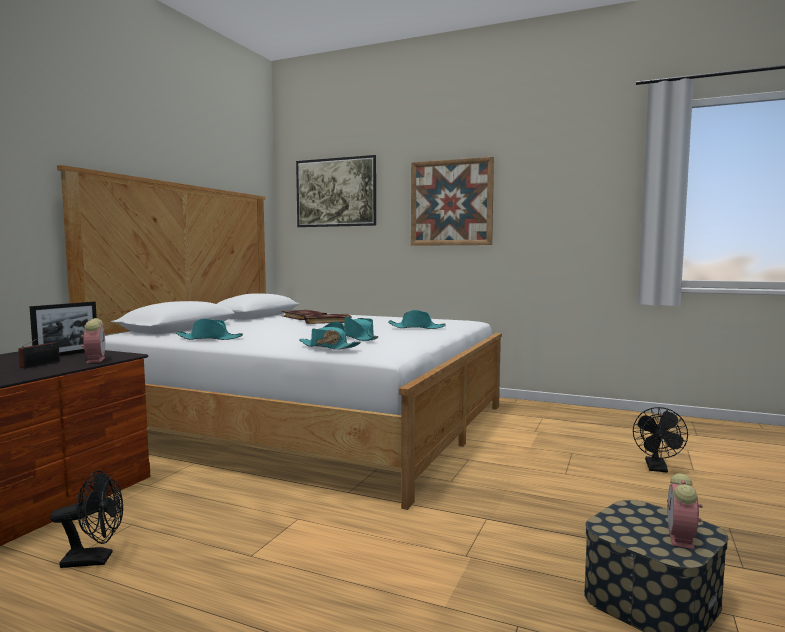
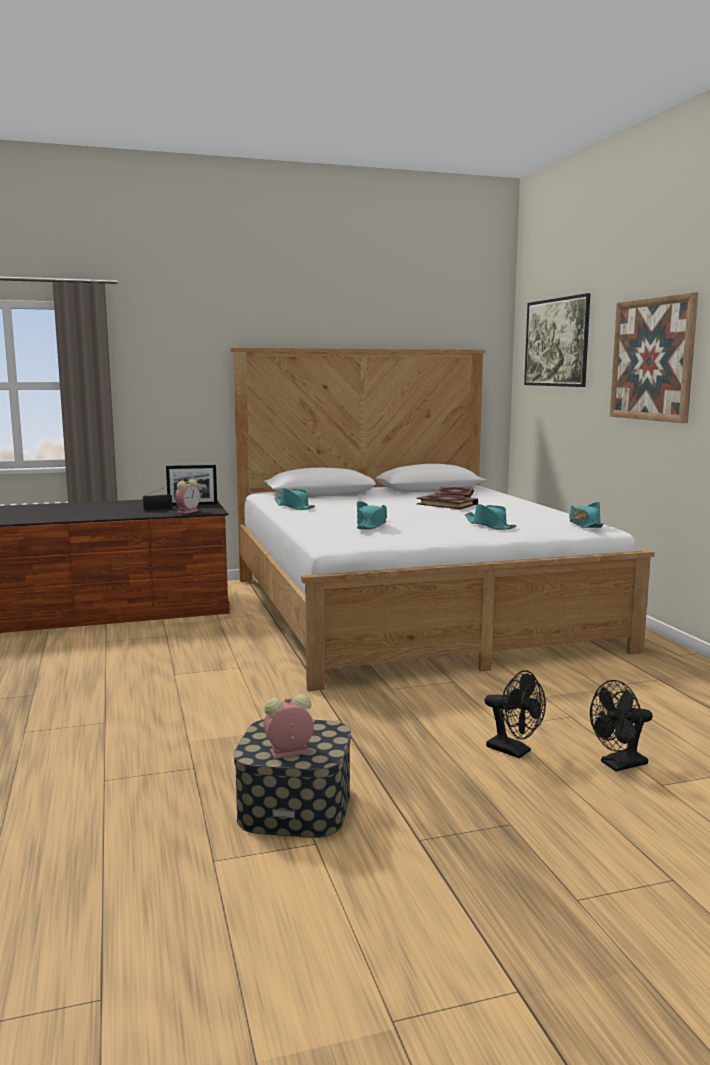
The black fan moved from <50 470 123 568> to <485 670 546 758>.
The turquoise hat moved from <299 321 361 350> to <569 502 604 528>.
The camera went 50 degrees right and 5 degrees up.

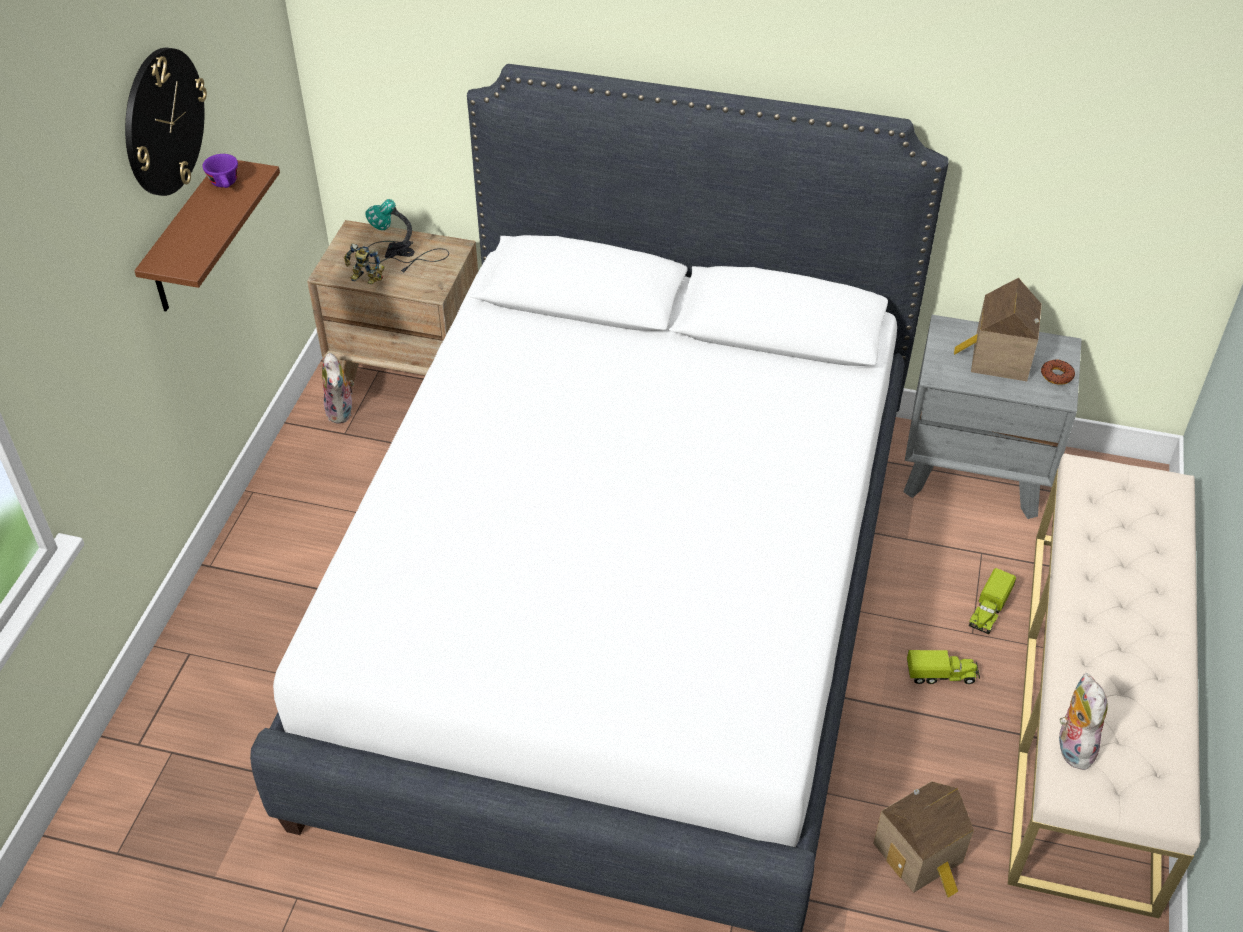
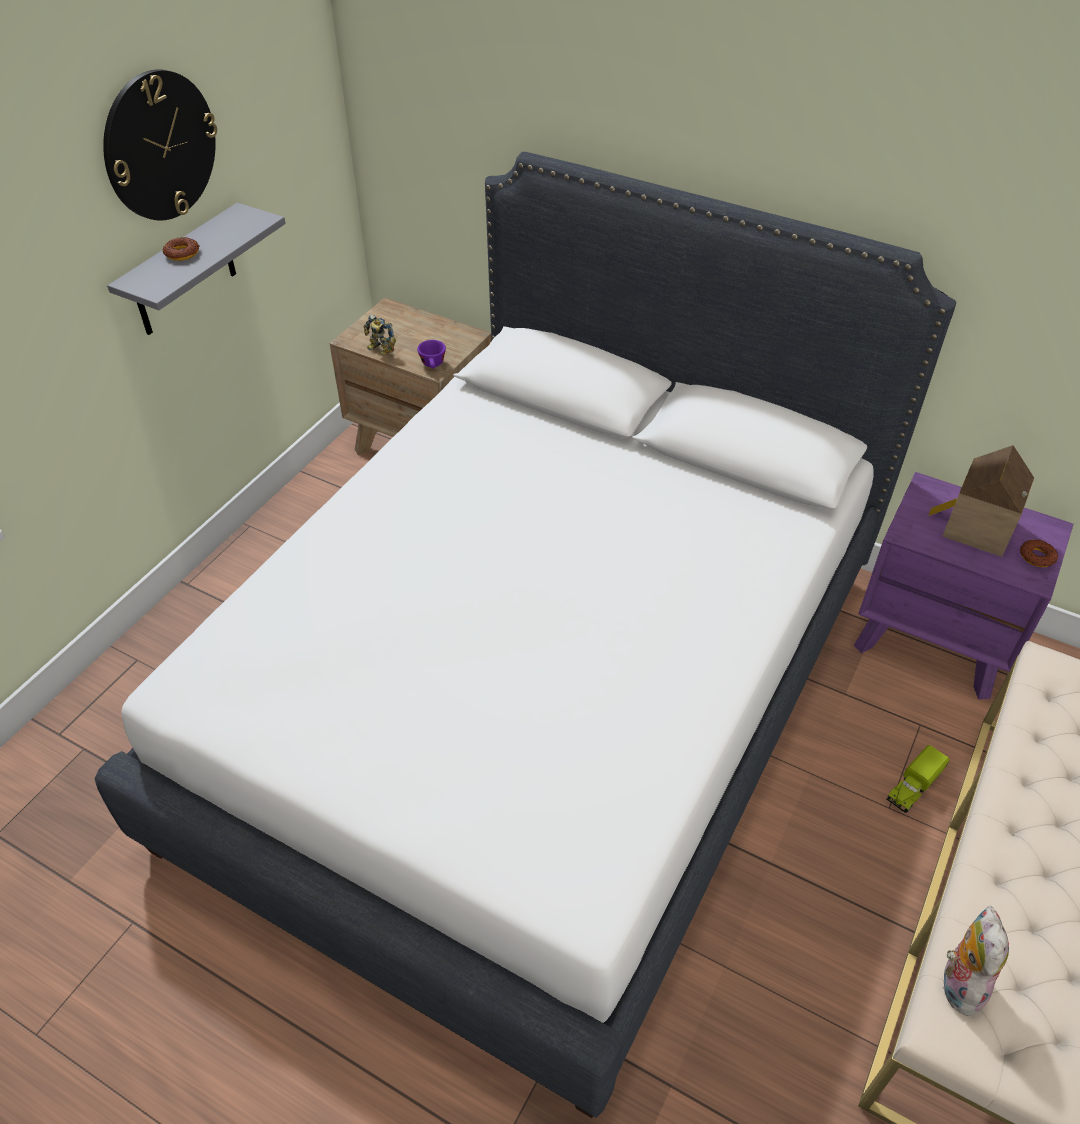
The plush toy at <322 353 354 424> disappeared.
The table lamp at <365 199 449 274> disappeared.
The toy house at <873 781 974 898> disappeared.
The toy truck at <907 650 980 684> disappeared.
The donut at <163 237 200 261> appeared.
The purple cup moved from <203 154 238 188> to <417 340 446 368>.
The brown shelf at <134 160 280 311> became the grey shelf at <107 203 286 335>.
The grey nightstand at <903 315 1082 519> became the purple nightstand at <854 472 1074 699>.
The camera went 15 degrees right and 0 degrees up.

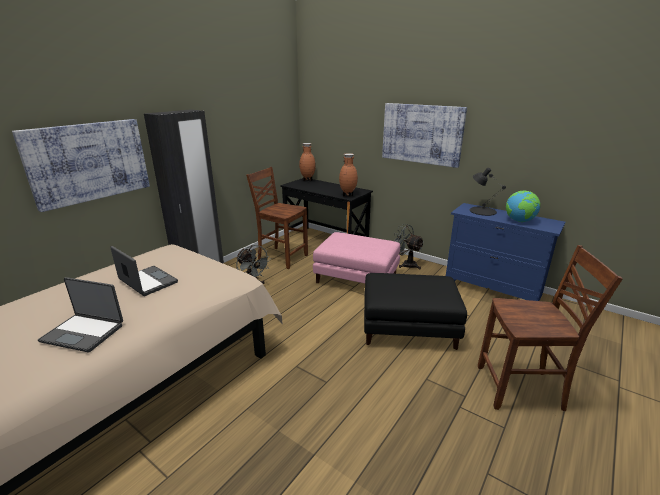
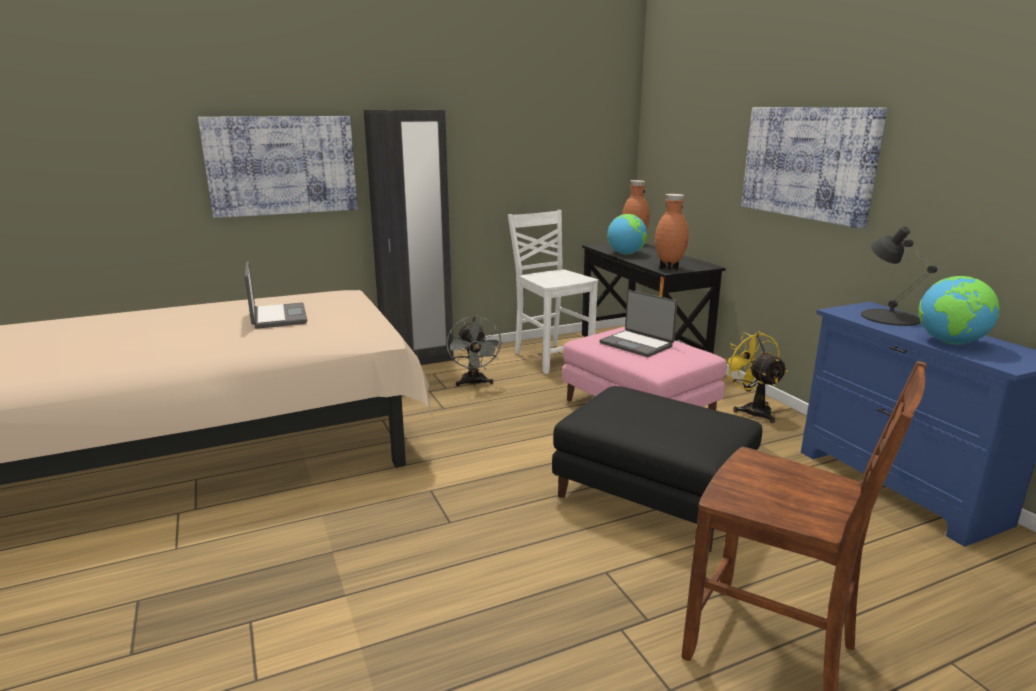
The globe at <607 214 647 255> appeared.
The laptop moved from <38 277 123 352> to <600 290 678 357>.
The brown chair at <246 167 308 269> became the white chair at <508 210 598 374>.
The grey fan at <394 224 424 269> became the yellow fan at <724 331 788 423>.
The camera went 30 degrees right and 5 degrees down.

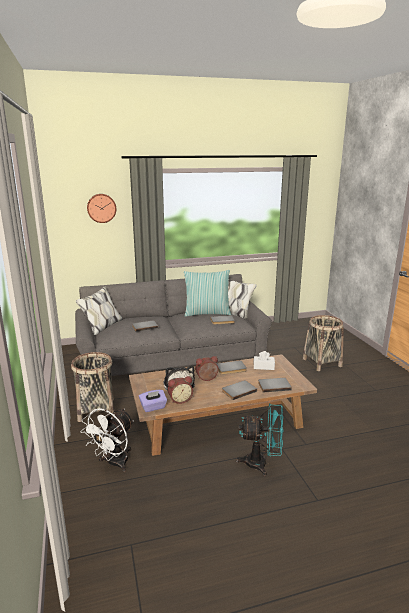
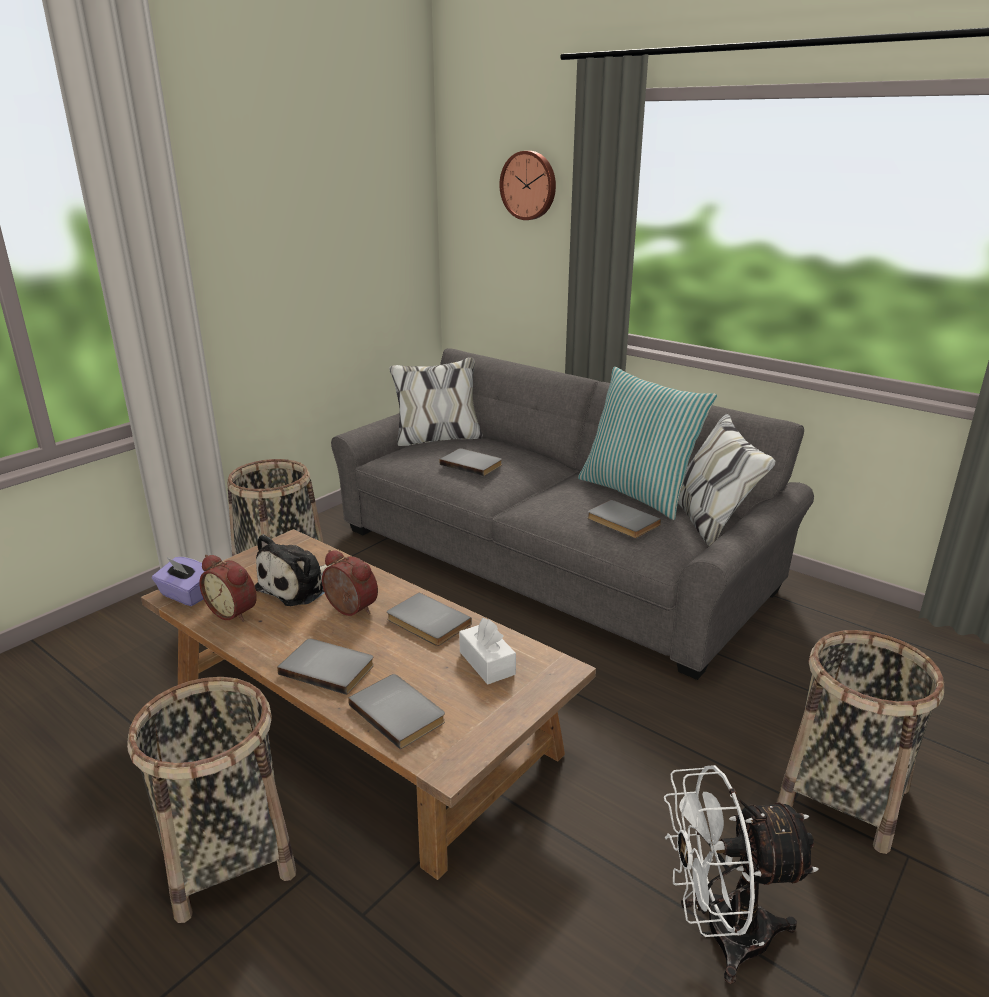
The white fan moved from <81 408 134 472> to <664 765 819 984>.
The turquoise fan at <236 403 284 476> was replaced by the basket at <127 677 296 923>.
The camera went 55 degrees right and 5 degrees up.

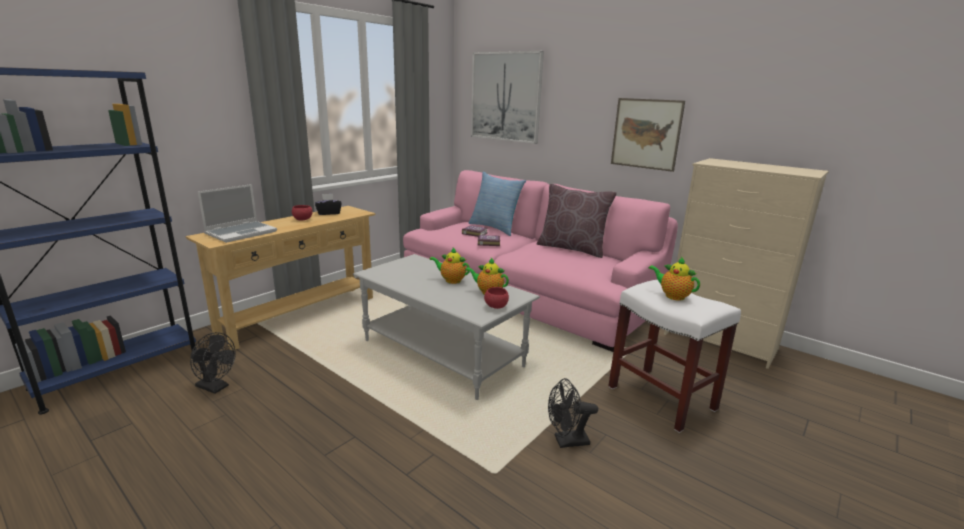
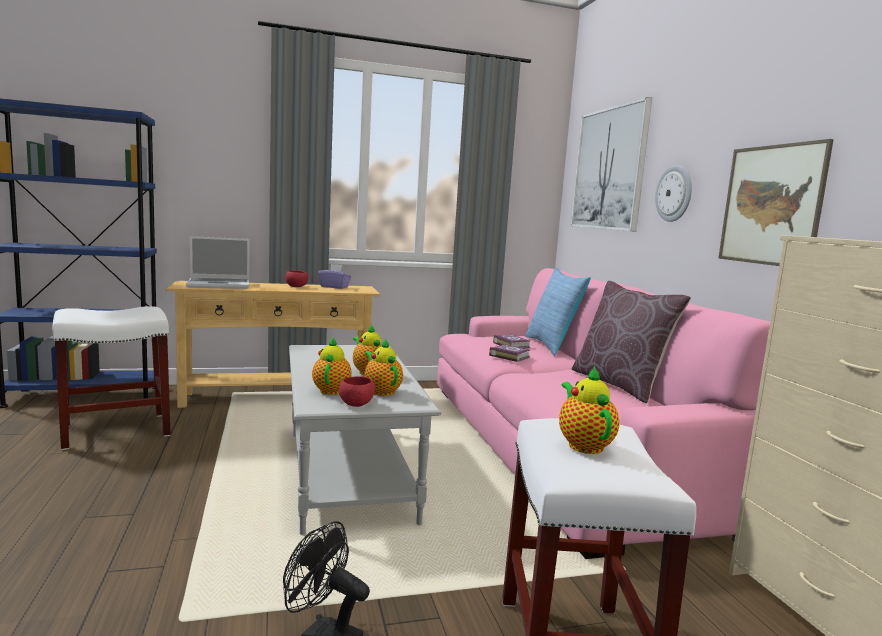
The teapot at <312 337 351 395> appeared.
The wall clock at <655 165 692 222> appeared.
The black fan at <190 332 236 394> was replaced by the white stool at <53 306 171 450>.
The black tissue box at <315 194 342 215> became the purple tissue box at <318 264 351 289>.
The camera went 35 degrees right and 10 degrees down.

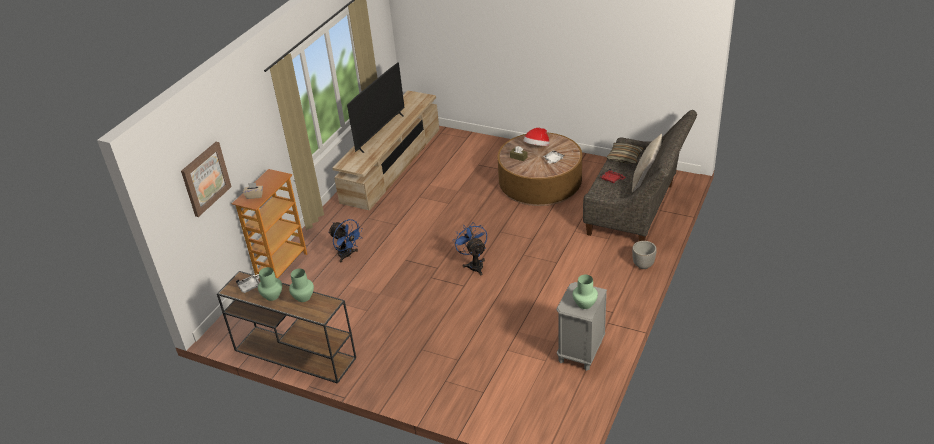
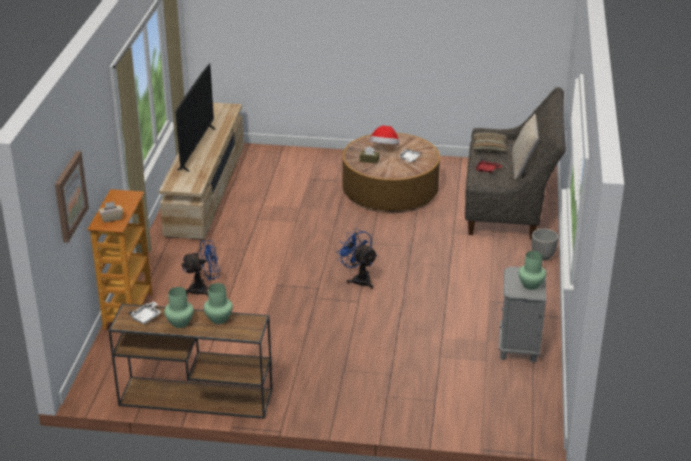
The blue fan at <328 219 363 262> turned 45 degrees counterclockwise.
The camera went 20 degrees left and 5 degrees down.

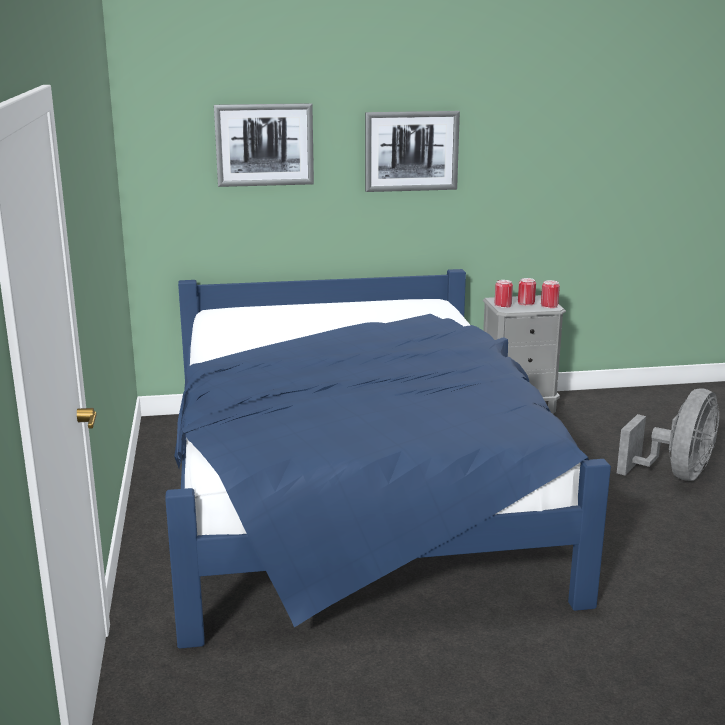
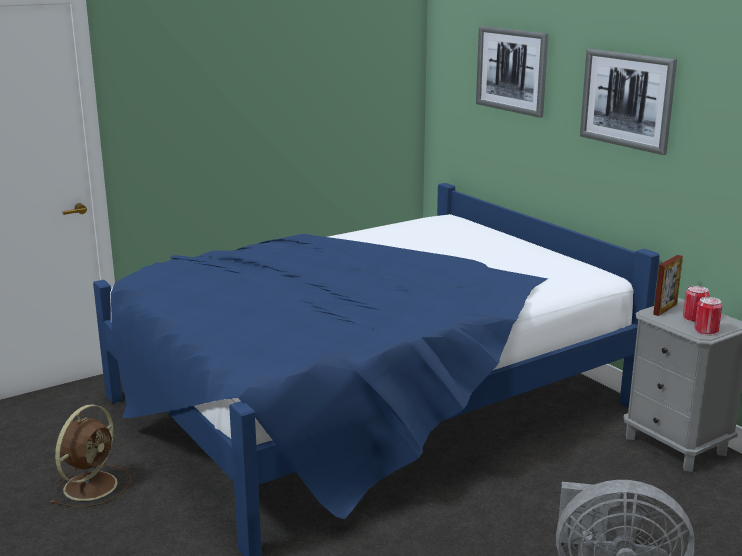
The brown fan at <51 404 131 507> appeared.
The can at <495 280 513 308> was replaced by the picture frame at <653 255 683 316>.
The camera went 65 degrees right and 0 degrees up.

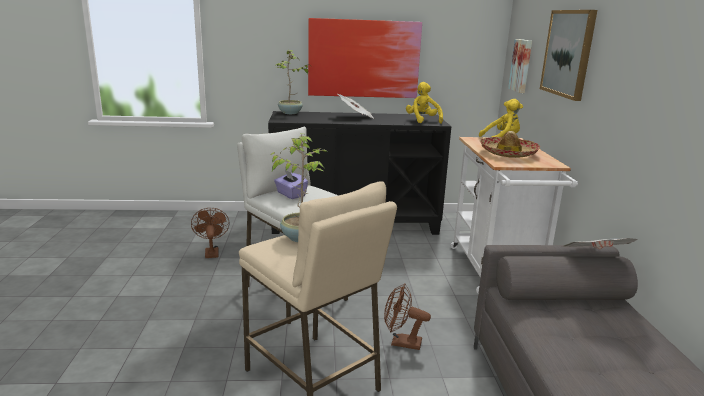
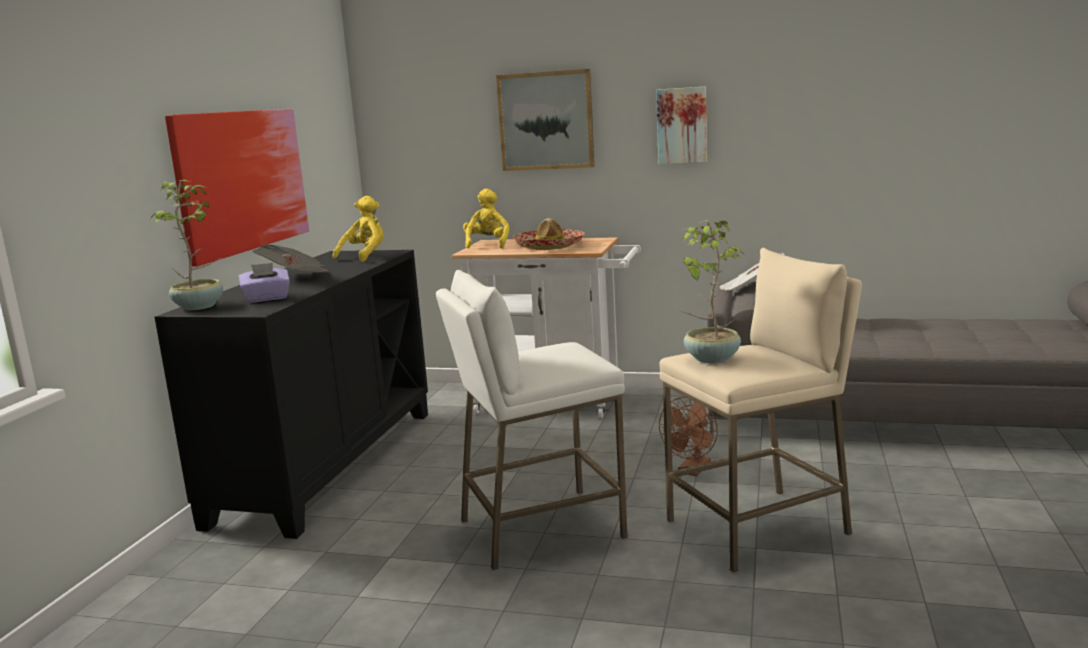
The brown fan at <191 208 230 258> disappeared.
The purple tissue box moved from <274 170 308 199> to <239 263 290 303>.
The picture moved from <508 39 532 93> to <656 86 707 164>.
The yellow plush toy at <406 82 443 124> turned 120 degrees clockwise.
The camera went 70 degrees left and 5 degrees down.

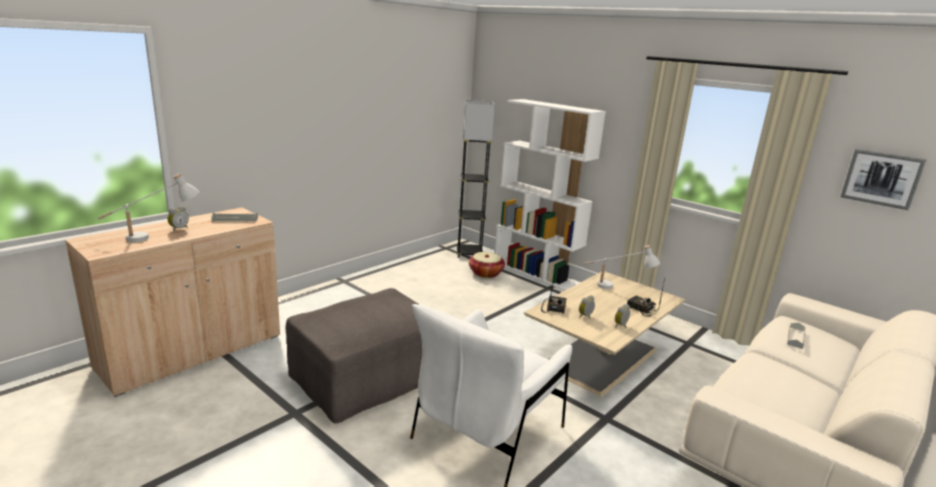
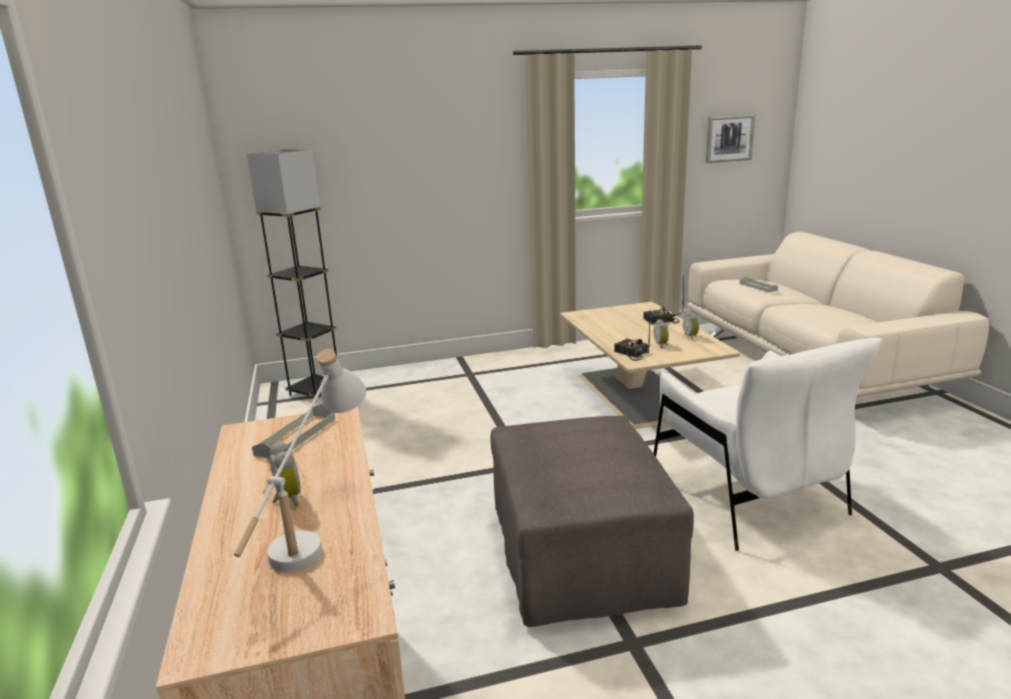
The basket at <469 252 505 278> disappeared.
The white bookcase at <495 99 606 291> disappeared.
The white table lamp at <584 245 660 289> disappeared.
The camera went 55 degrees left and 0 degrees up.

